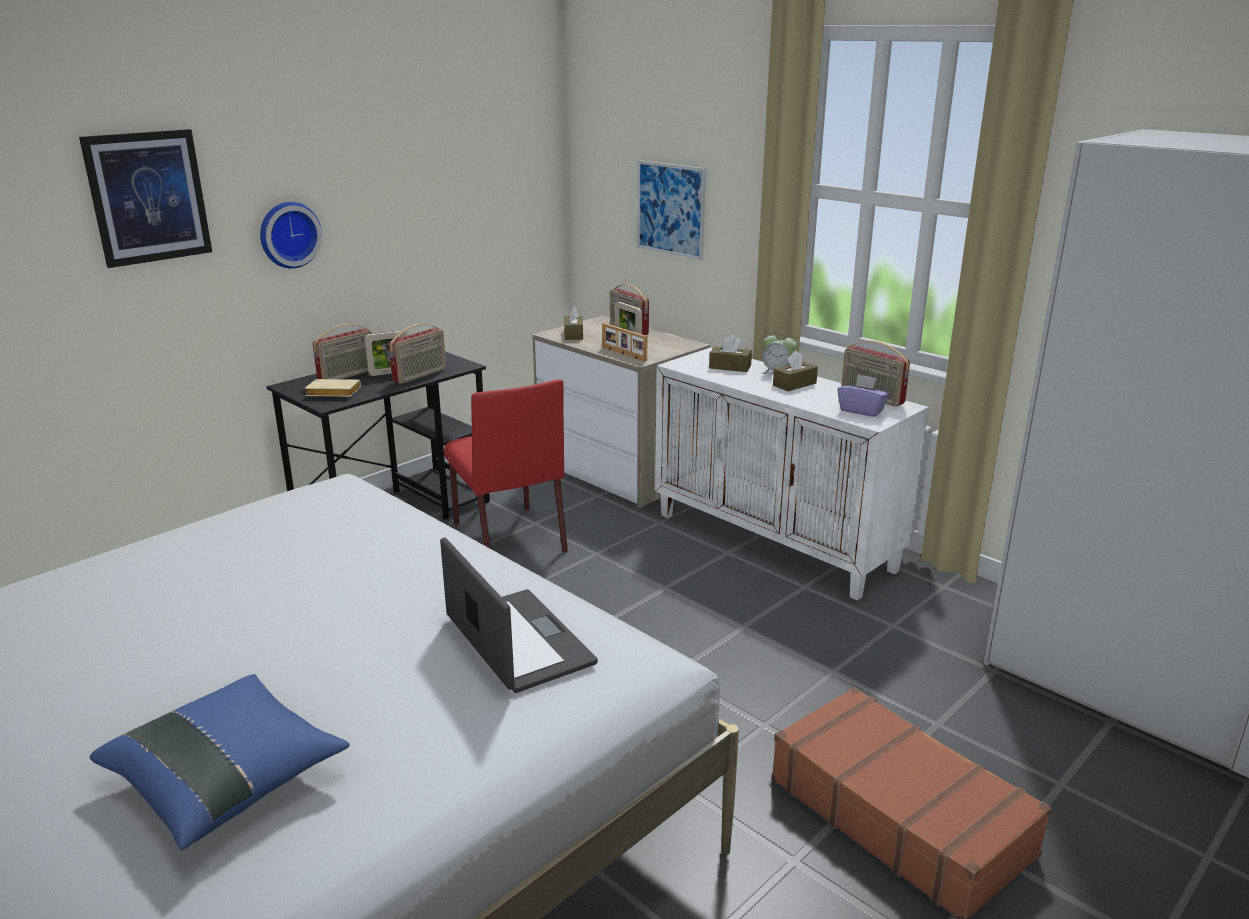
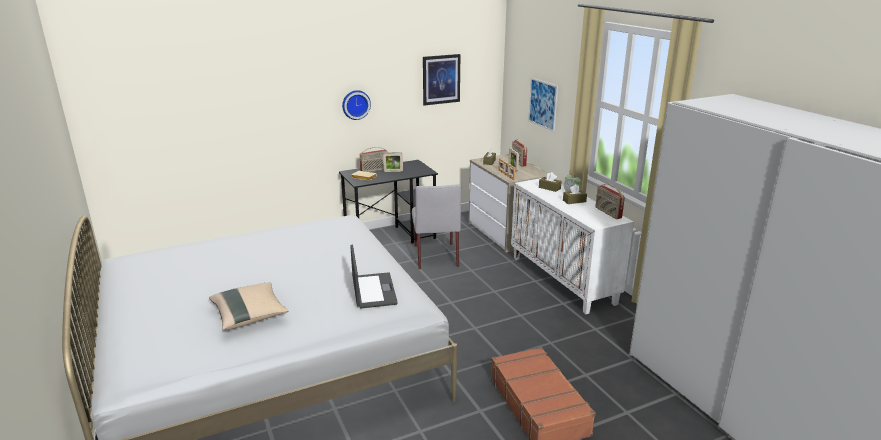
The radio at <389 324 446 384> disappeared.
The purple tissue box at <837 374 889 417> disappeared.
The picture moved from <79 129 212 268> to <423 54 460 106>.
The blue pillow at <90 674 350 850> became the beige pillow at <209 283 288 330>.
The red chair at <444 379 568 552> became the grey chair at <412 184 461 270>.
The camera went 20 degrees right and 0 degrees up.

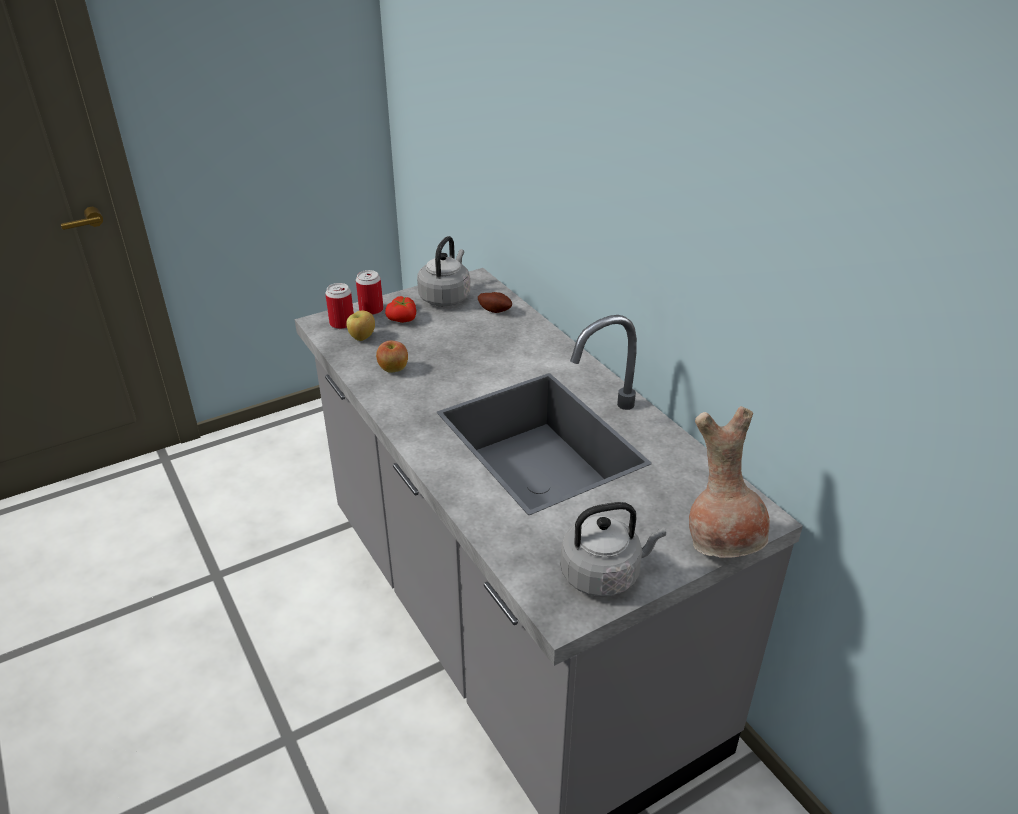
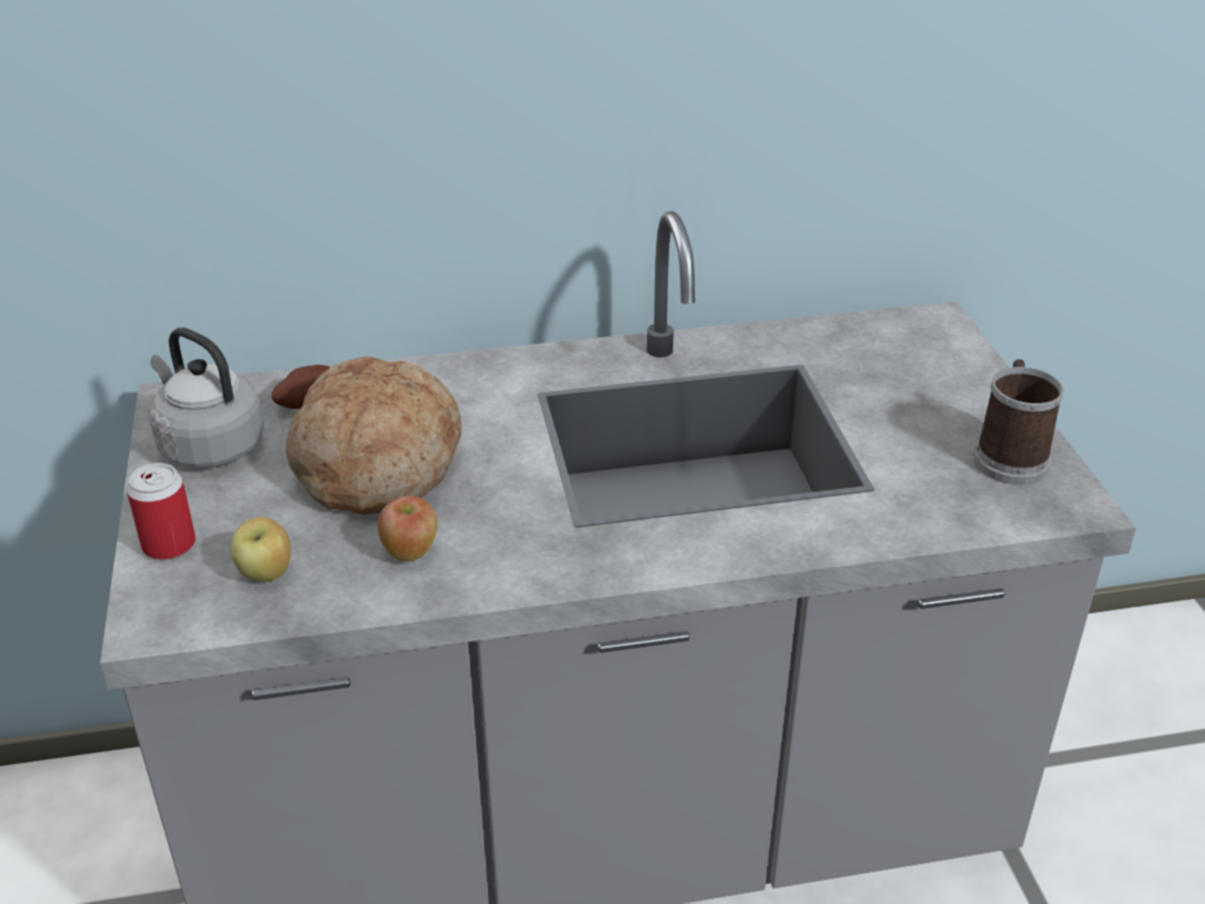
The can at <325 283 354 329> disappeared.
The tomato at <385 296 416 323> disappeared.
The brown vase at <689 406 769 558> disappeared.
The bread at <286 356 462 515> appeared.
The grey kettle at <560 502 666 597> was replaced by the mug at <973 359 1064 485>.
The camera went 70 degrees left and 0 degrees up.

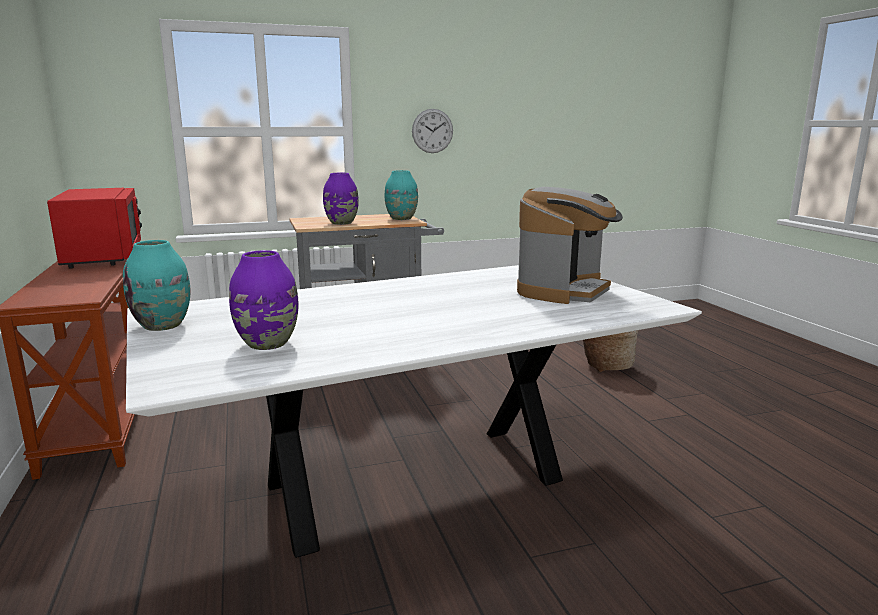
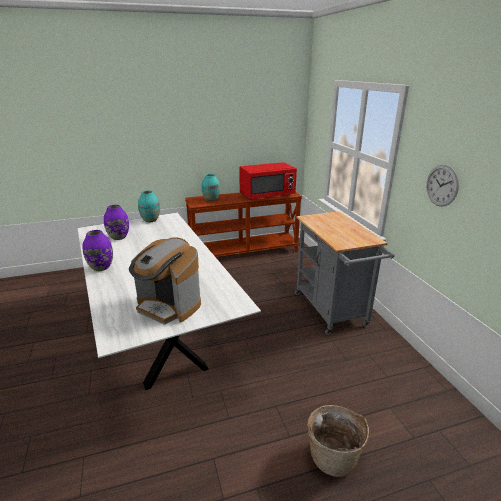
The purple vase moved from <323 173 359 225> to <82 230 113 271>.
The turquoise vase moved from <385 170 418 220> to <202 174 220 202>.
The camera went 90 degrees right and 10 degrees up.

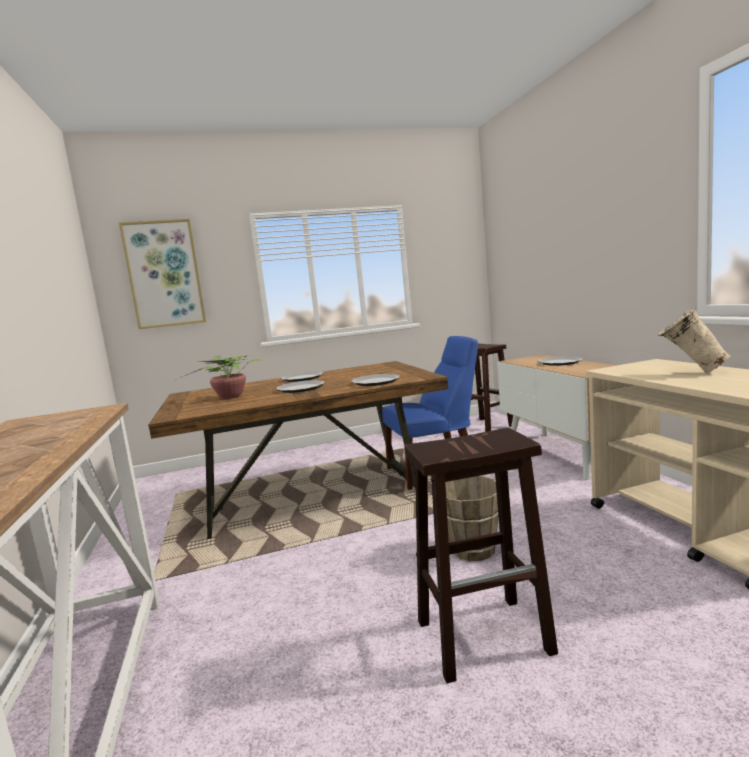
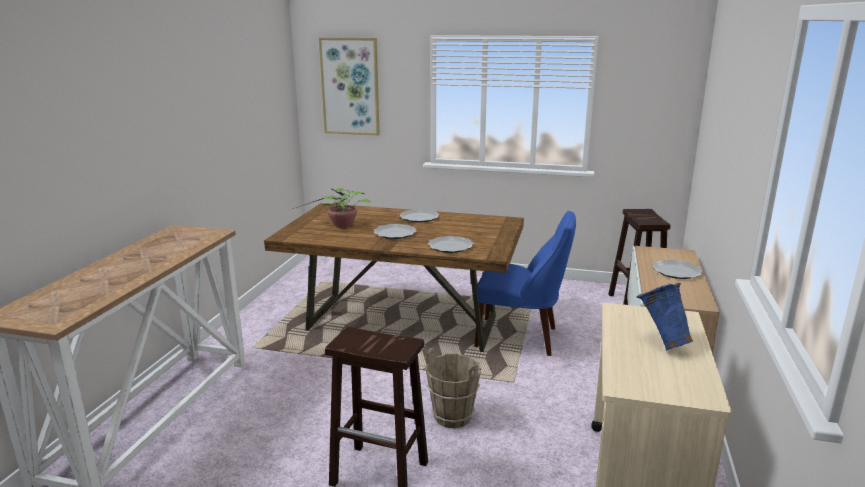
The beige vase at <658 308 731 373> became the blue vase at <637 283 693 350>.
The camera went 30 degrees right and 10 degrees up.

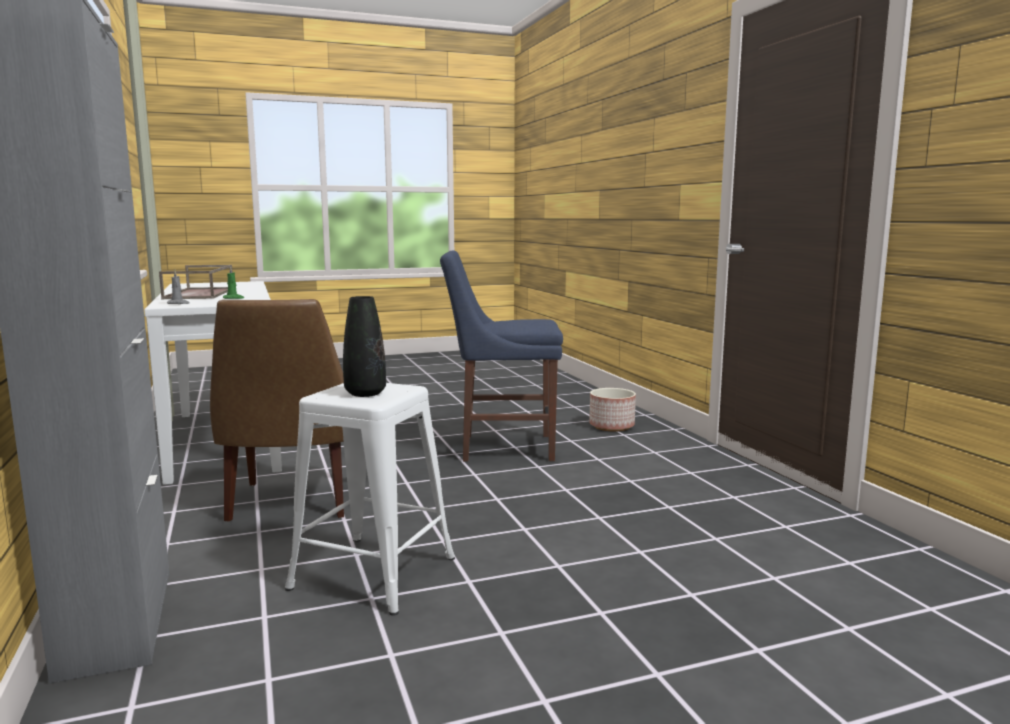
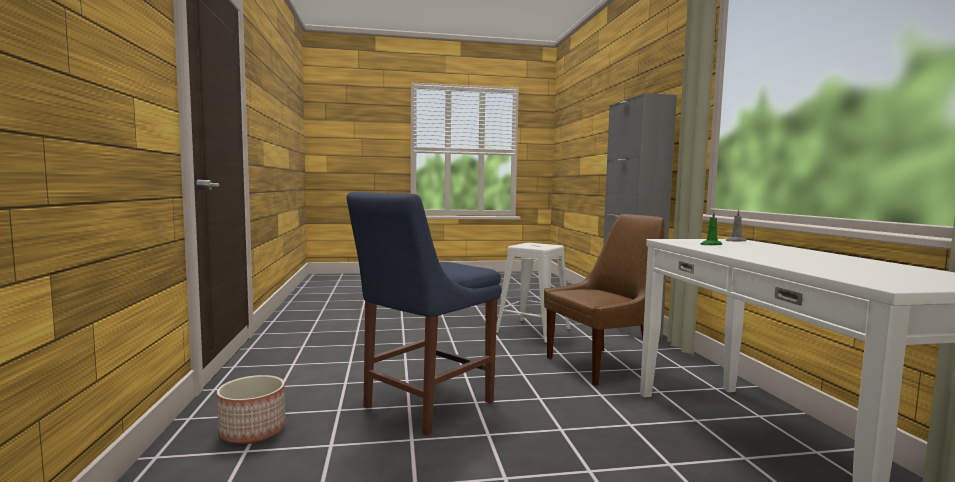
The brown tray at <159 265 232 299> disappeared.
The black vase at <343 296 386 397> disappeared.
The brown chair at <210 299 344 522> turned 60 degrees clockwise.
The blue chair at <440 251 563 461> turned 120 degrees clockwise.
The camera went 170 degrees left and 5 degrees down.

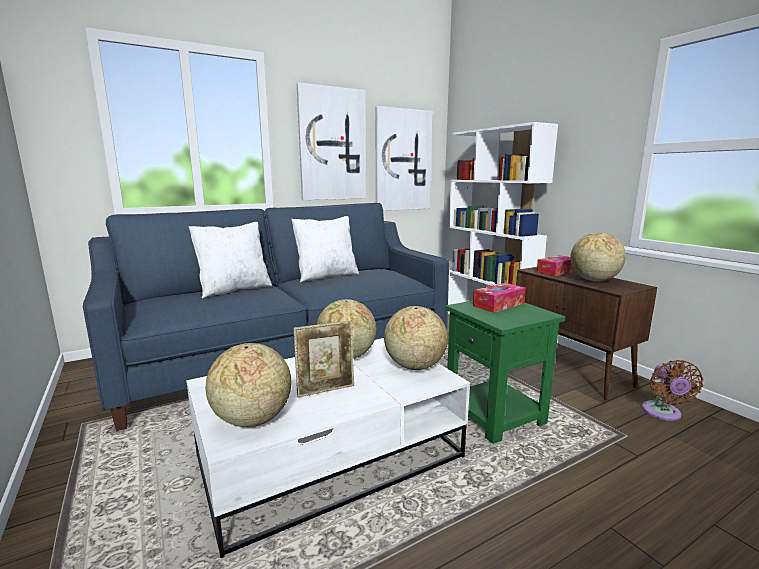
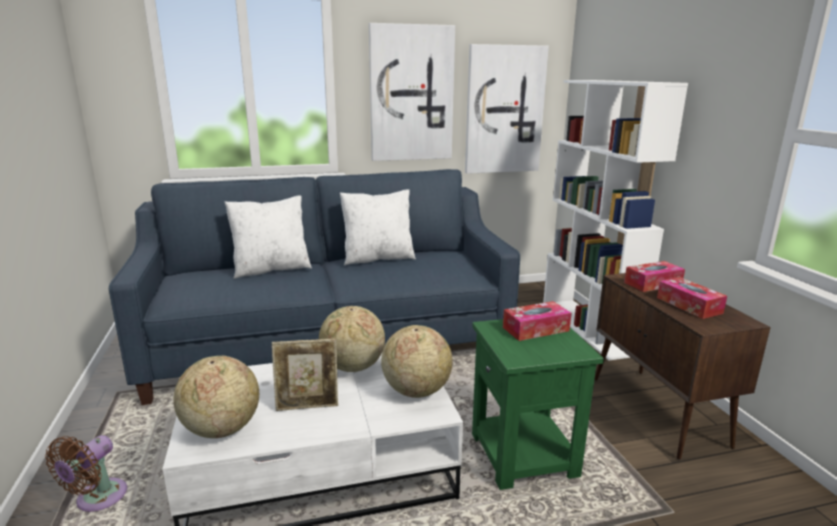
The brown fan moved from <641 360 703 421> to <45 435 127 512>.
The globe at <570 232 626 282> was replaced by the tissue box at <657 277 727 319>.
The camera went 15 degrees right and 5 degrees up.

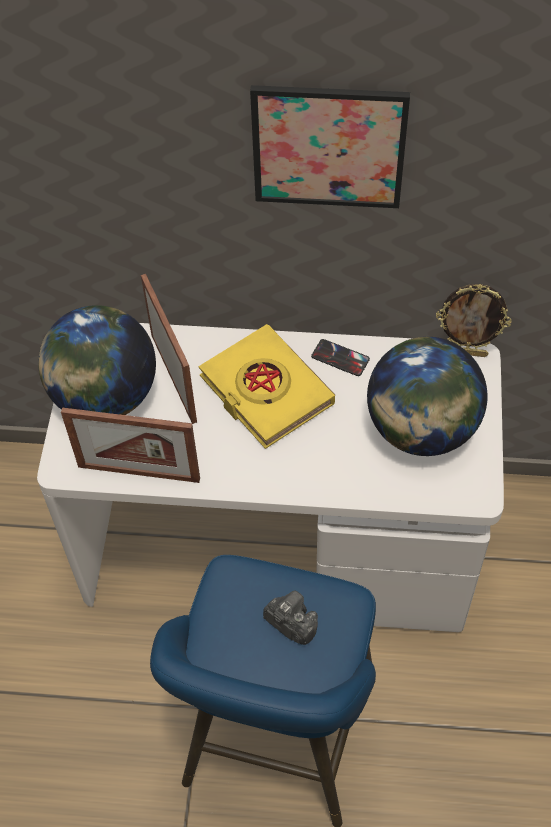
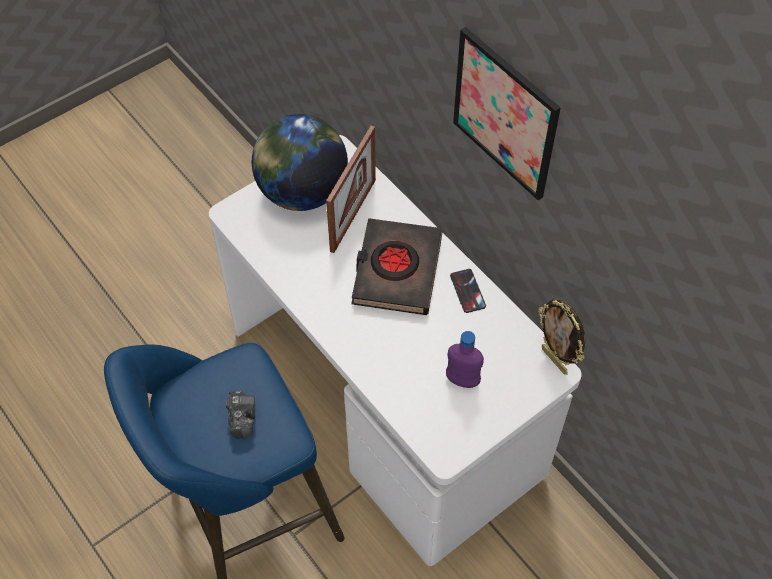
The picture frame at <61 408 200 483> disappeared.
The globe at <367 337 487 456> was replaced by the purple bottle at <446 331 484 388>.
The yellow book at <199 324 335 449> became the black book at <351 218 442 315>.
The camera went 45 degrees right and 0 degrees up.

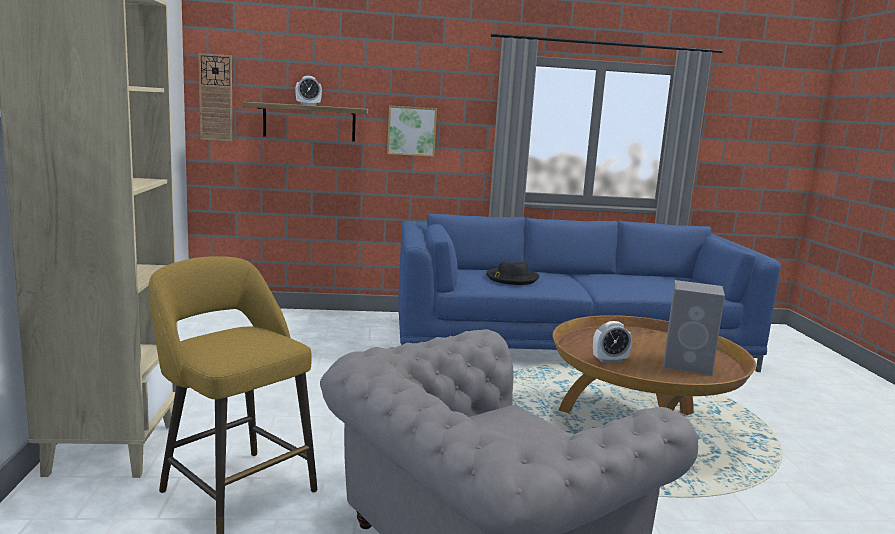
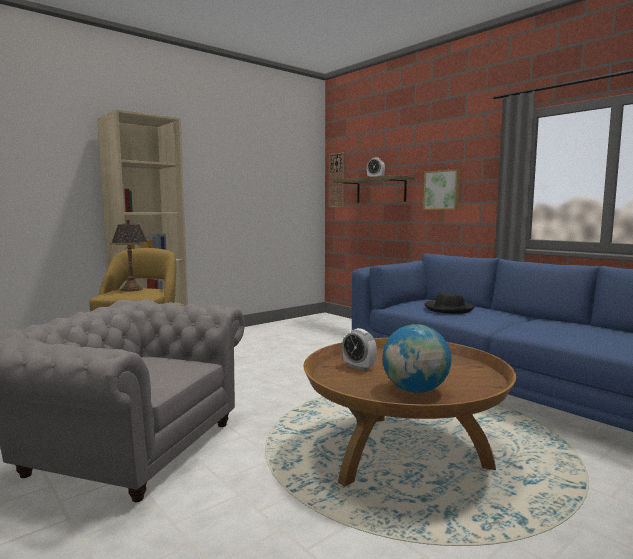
The table lamp at <110 219 149 292> appeared.
The grey speaker at <664 280 725 376> was replaced by the globe at <382 324 451 393>.
The camera went 55 degrees right and 5 degrees down.

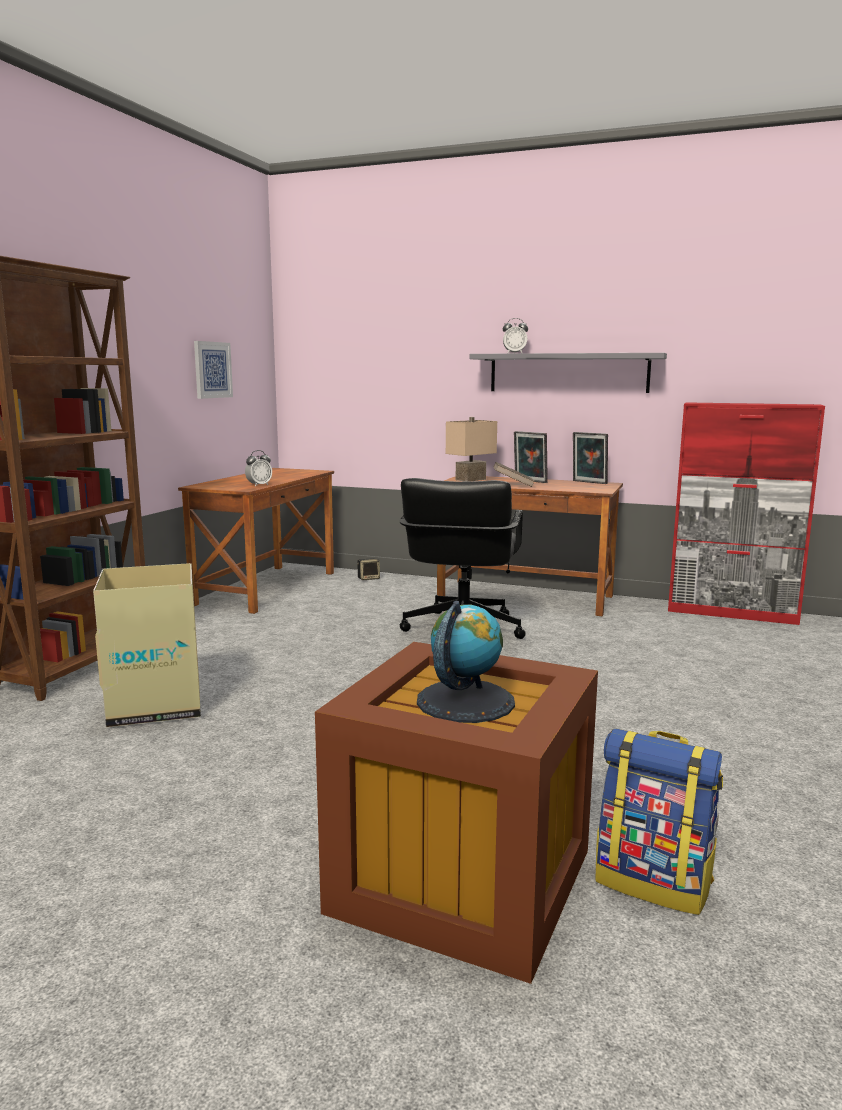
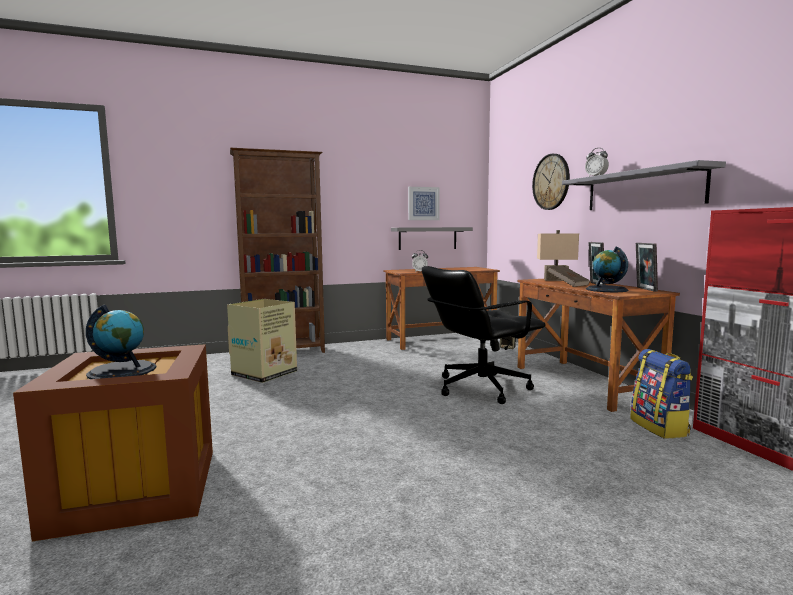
The grey shelf at <391 227 473 250> appeared.
The wall clock at <532 154 570 210> appeared.
The globe at <586 247 628 292> appeared.
The backpack moved from <595 728 723 915> to <630 349 693 439>.
The camera went 50 degrees right and 5 degrees down.

